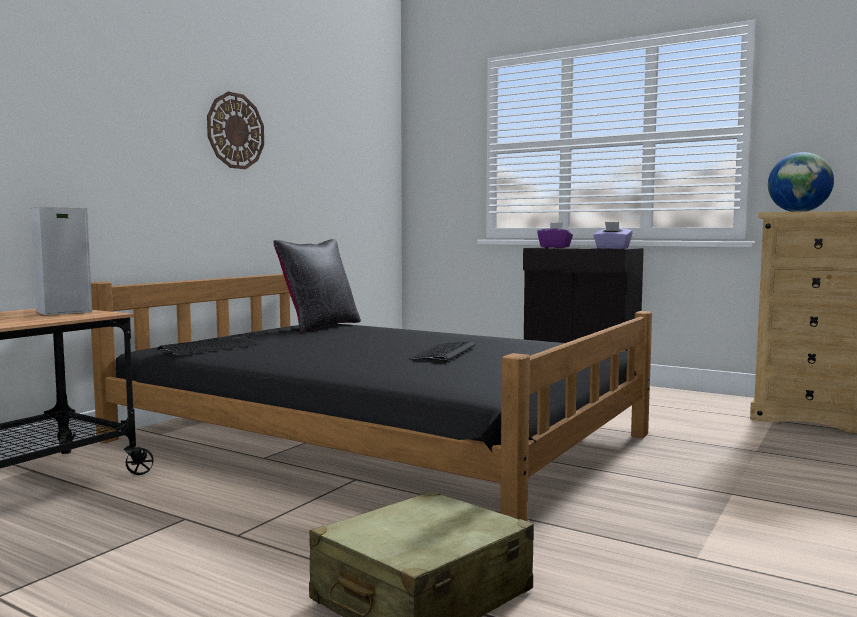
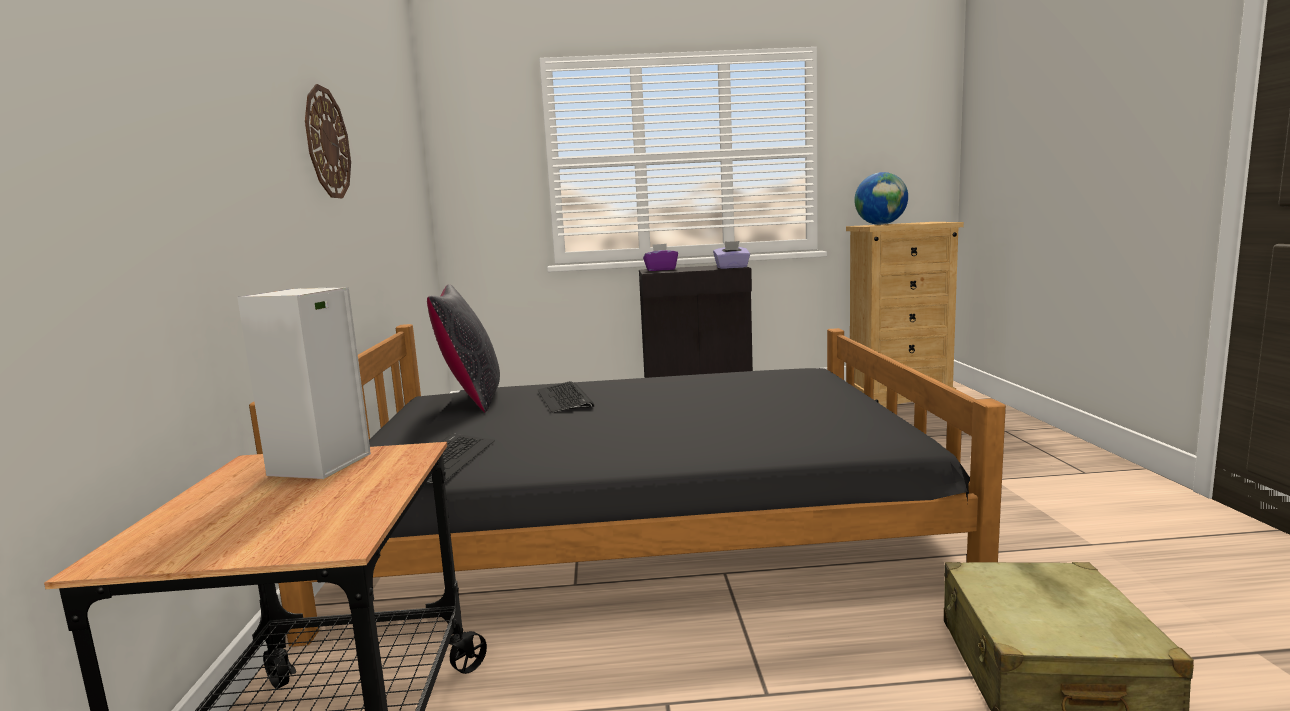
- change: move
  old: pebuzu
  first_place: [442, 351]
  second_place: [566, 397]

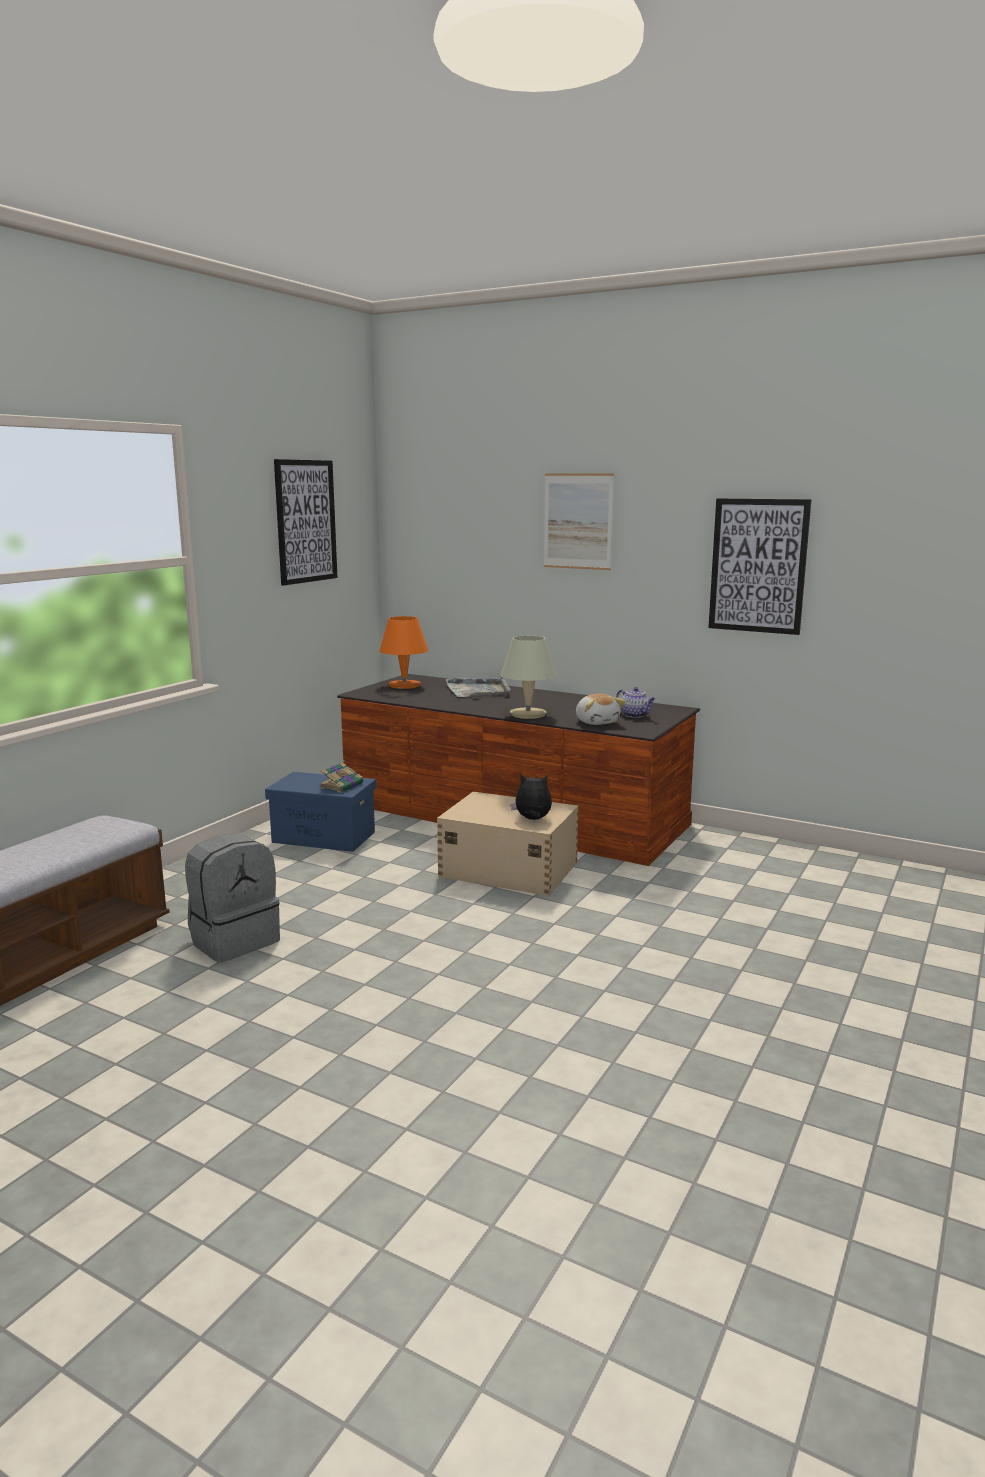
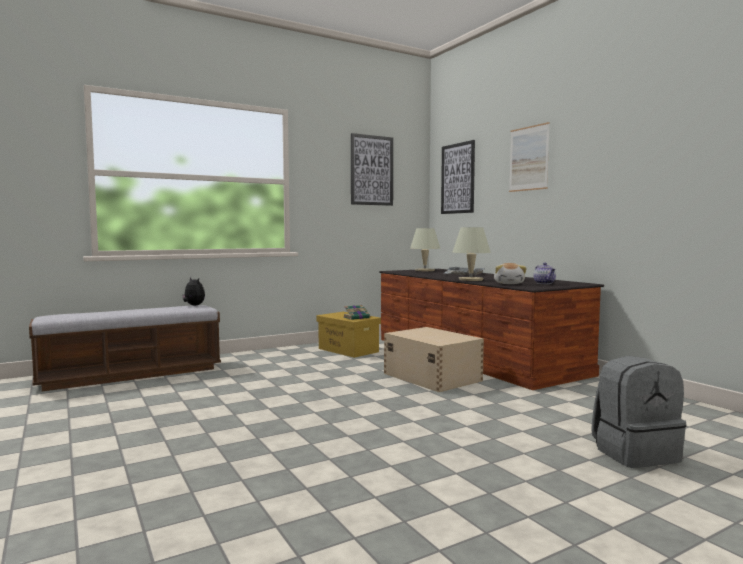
- change: move
  old: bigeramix
  first_place: [760, 566]
  second_place: [458, 177]
- change: recolor
  old: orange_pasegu
  new: beige_pasegu
  first_place: [403, 652]
  second_place: [425, 249]
- change: recolor
  old: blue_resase
  new: yellow_resase
  first_place: [320, 812]
  second_place: [349, 335]
- change: move
  old: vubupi
  first_place: [531, 797]
  second_place: [193, 291]
- change: move
  old: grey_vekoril
  first_place: [232, 897]
  second_place: [638, 412]

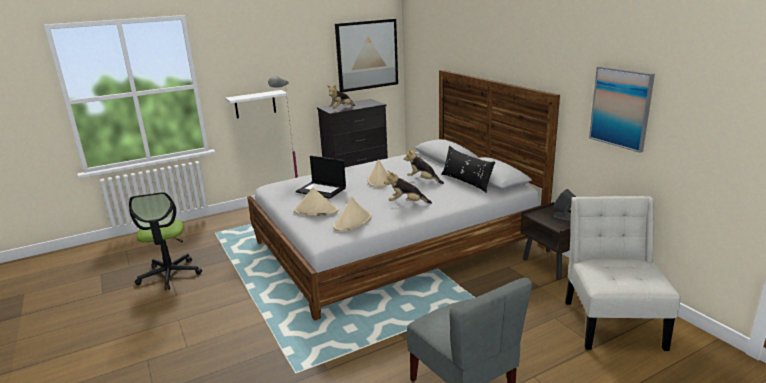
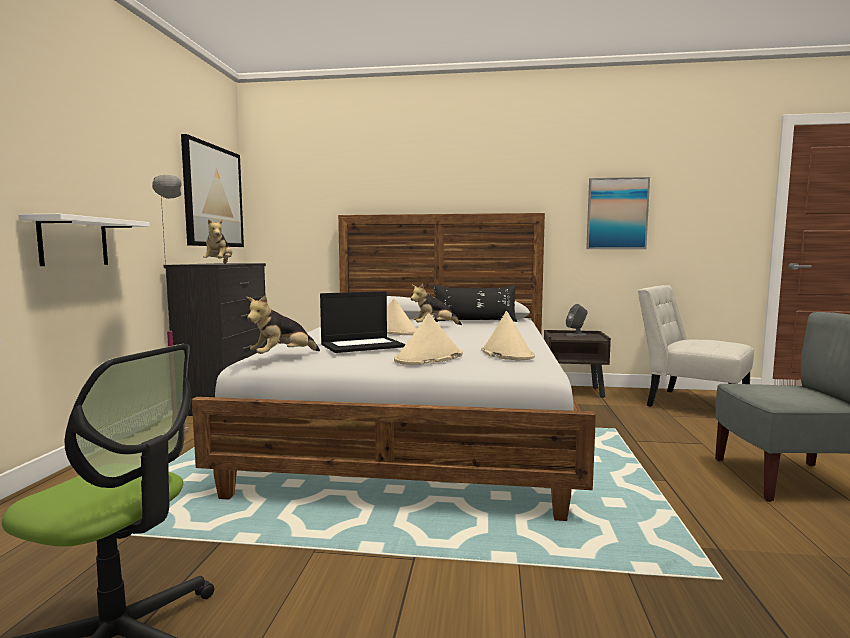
- change: move
  old: vubupi
  first_place: [408, 187]
  second_place: [283, 324]

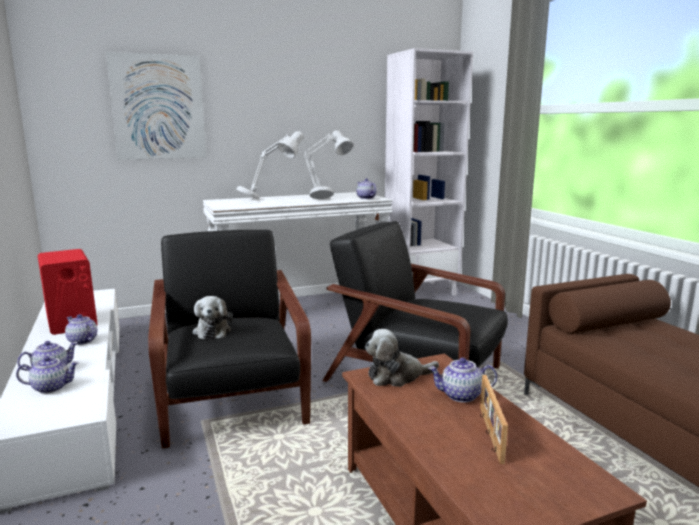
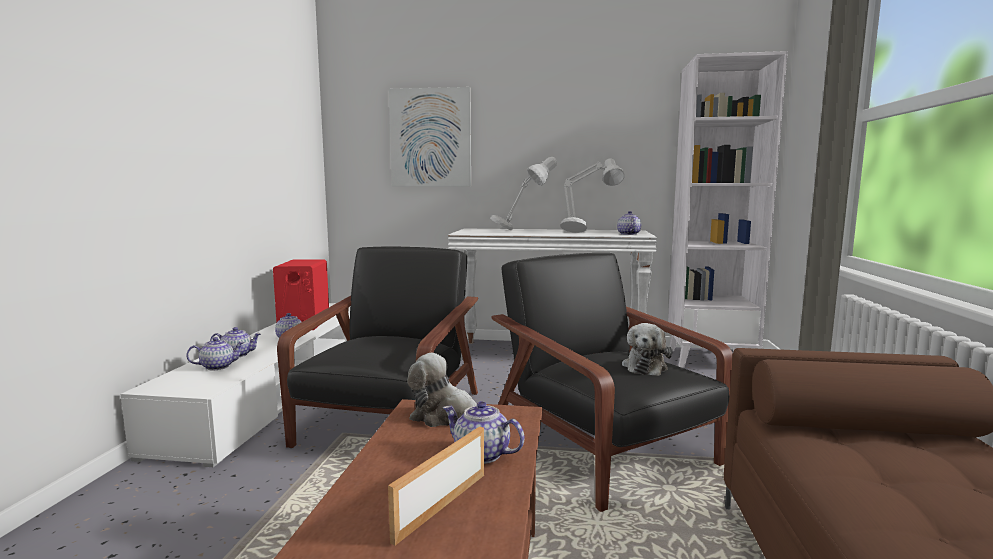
- change: move
  old: vubupi
  first_place: [213, 318]
  second_place: [647, 349]
- change: rotate
  old: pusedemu
  first_place: [47, 375]
  second_place: [215, 353]
  degrees: -45

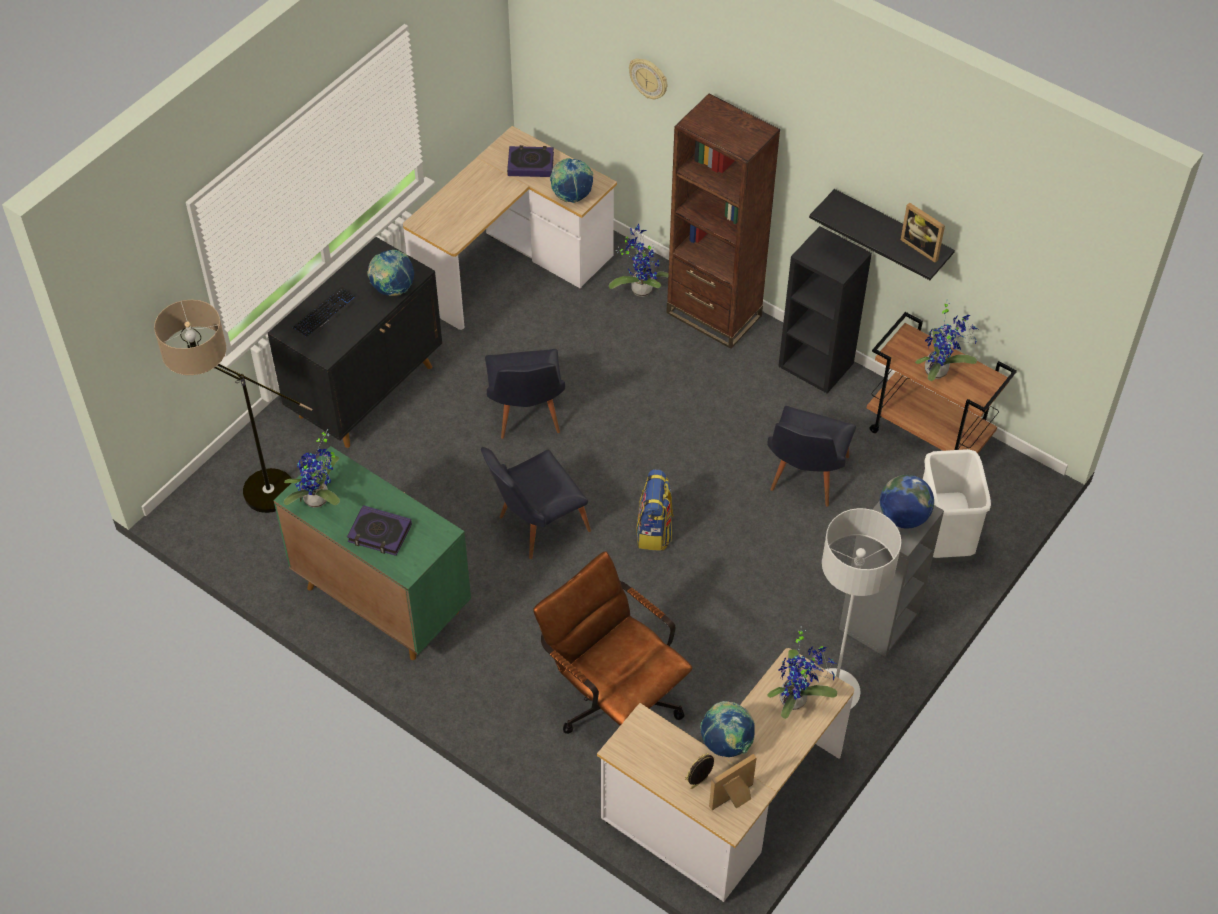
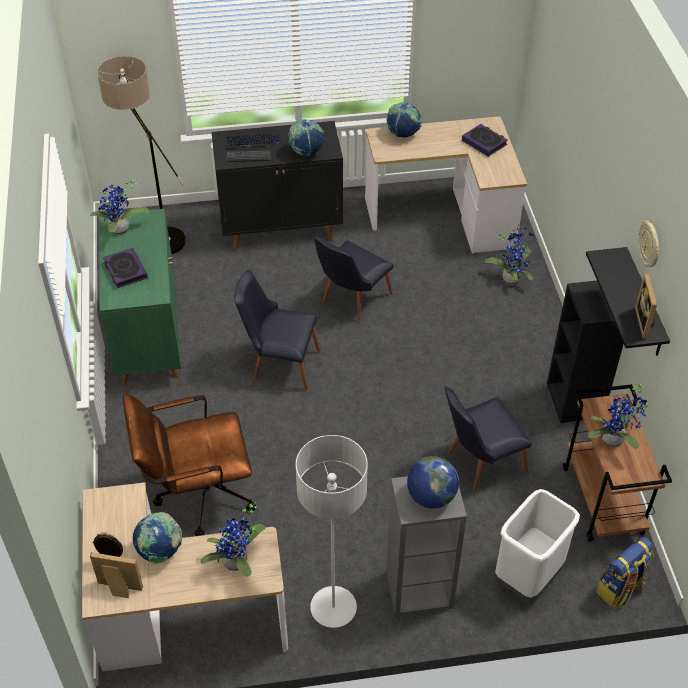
- change: move
  old: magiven
  first_place: [648, 78]
  second_place: [648, 244]
- change: delete
  old: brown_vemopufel
  first_place: [723, 221]
- change: move
  old: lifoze
  first_place: [571, 180]
  second_place: [404, 119]
- change: move
  old: vekoril
  first_place: [655, 510]
  second_place: [625, 572]
- change: rotate
  old: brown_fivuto
  first_place: [612, 642]
  second_place: [189, 464]
  degrees: -105
- change: insert
  new: pebuzu
  second_place: [249, 156]

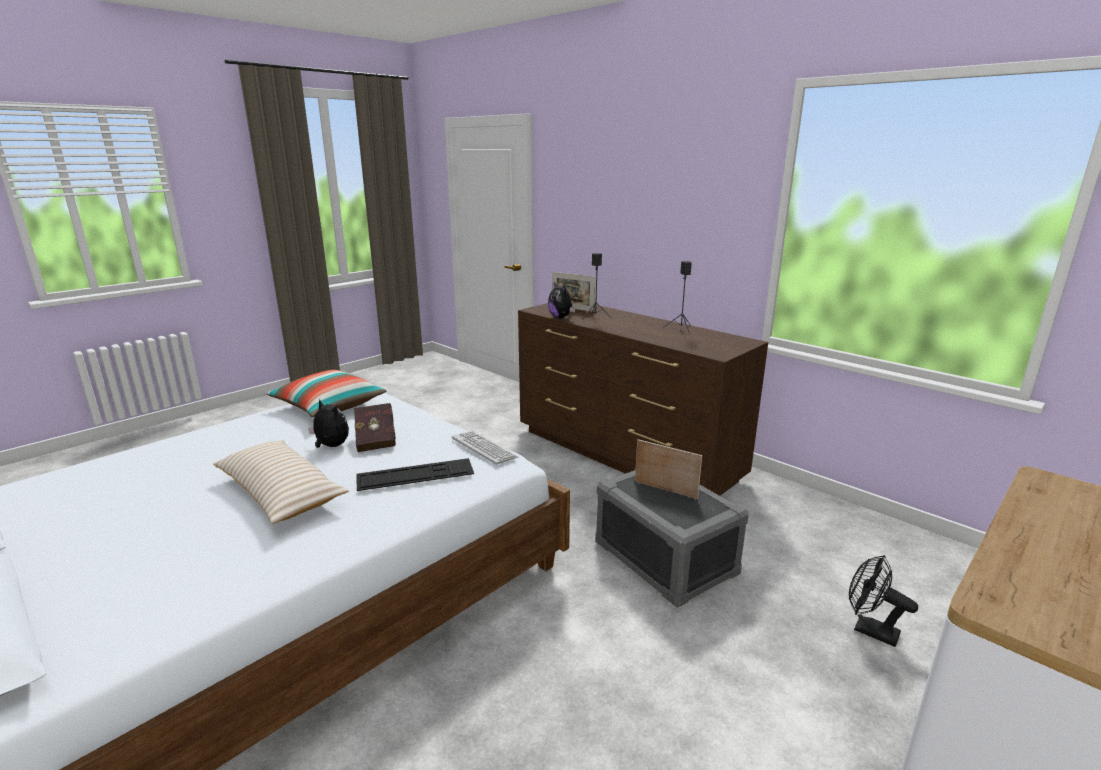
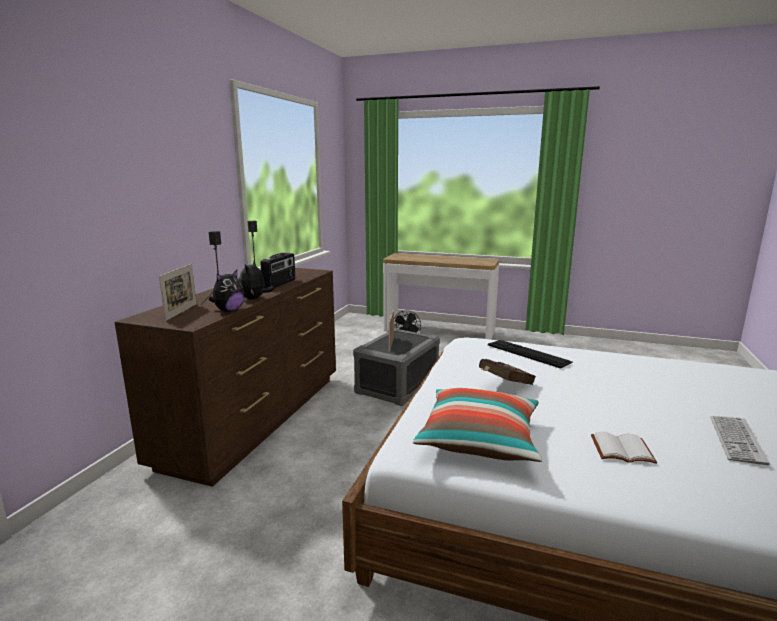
- change: move
  old: vubupi
  first_place: [328, 423]
  second_place: [256, 280]
- change: move
  old: pebuzu
  first_place: [485, 447]
  second_place: [740, 440]
- change: delete
  old: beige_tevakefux
  first_place: [281, 482]
- change: insert
  new: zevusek
  second_place: [277, 270]
- change: insert
  new: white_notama
  second_place: [624, 448]

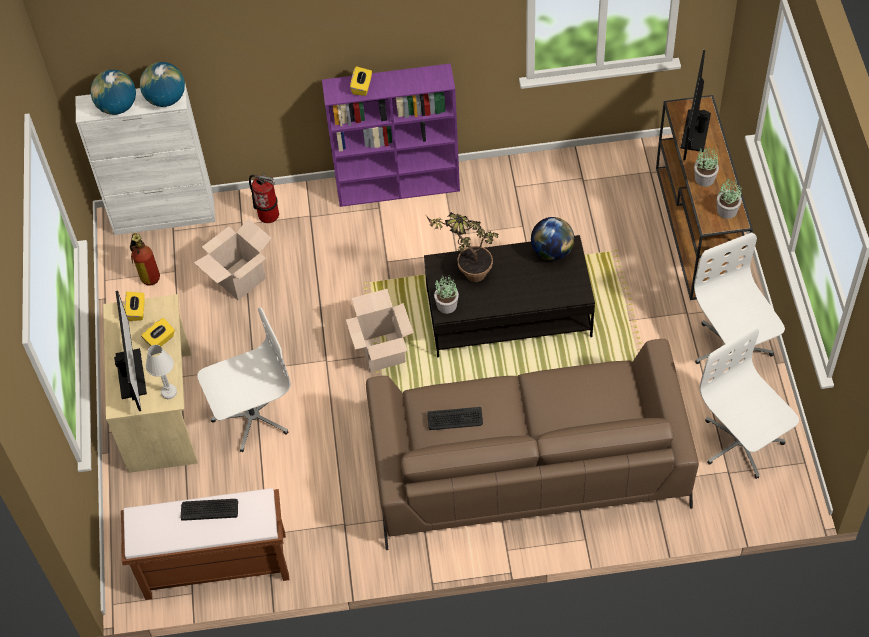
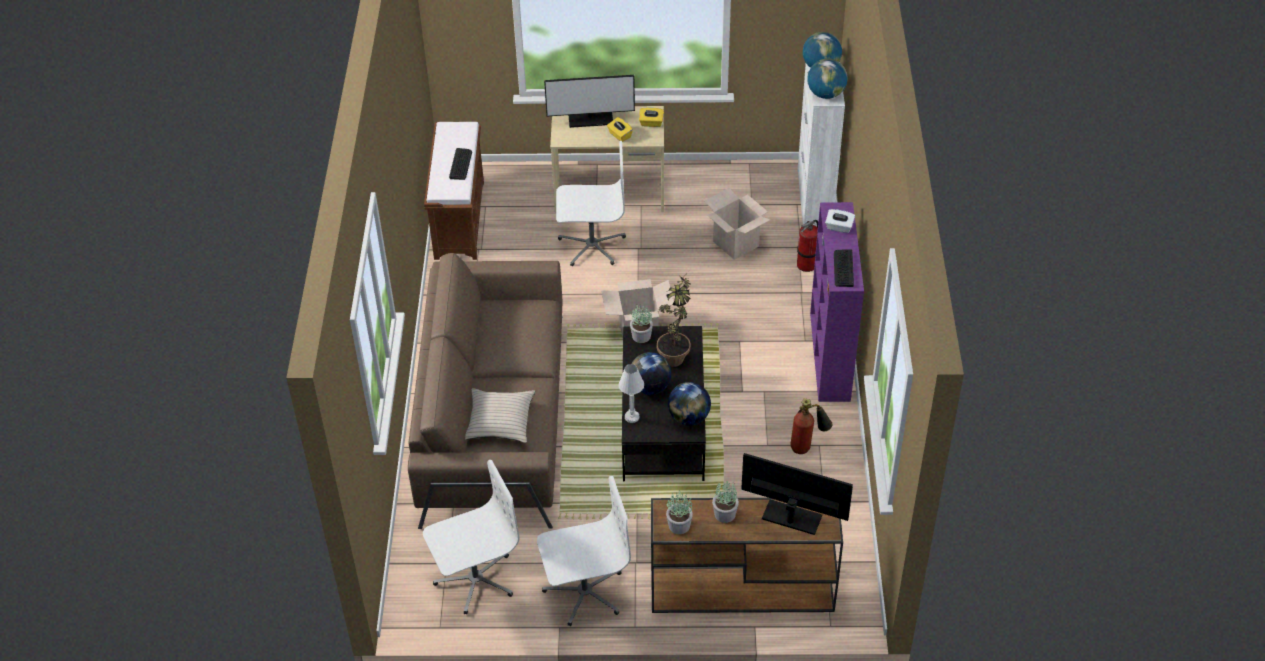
- change: recolor
  old: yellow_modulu
  new: white_modulu
  first_place: [361, 81]
  second_place: [840, 221]
- change: move
  old: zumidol
  first_place: [145, 259]
  second_place: [811, 426]
- change: rotate
  old: white_fivuto
  first_place: [244, 379]
  second_place: [591, 203]
  degrees: -75
- change: move
  old: white_pasegu
  first_place: [161, 372]
  second_place: [631, 393]
- change: move
  old: pebuzu
  first_place: [455, 418]
  second_place: [844, 268]
- change: insert
  new: lifoze
  second_place: [651, 373]
- change: insert
  new: beige_tevakefux
  second_place: [500, 415]

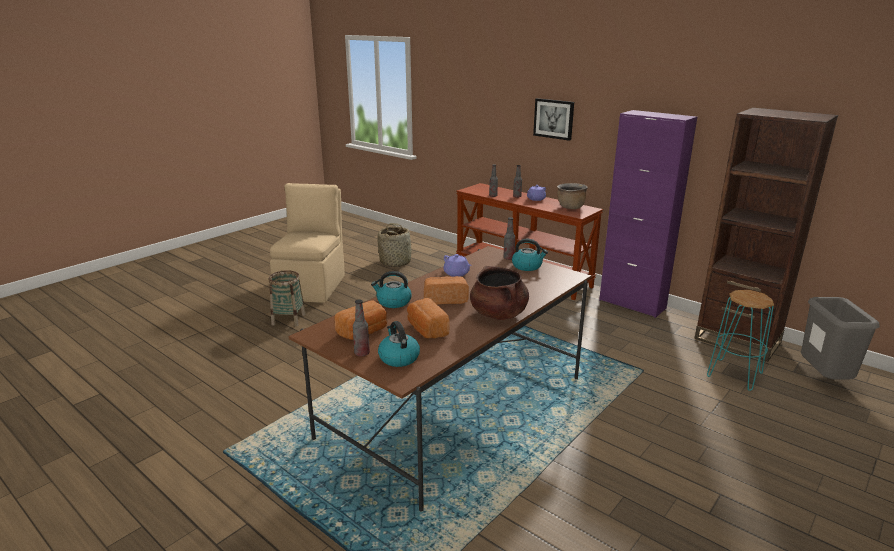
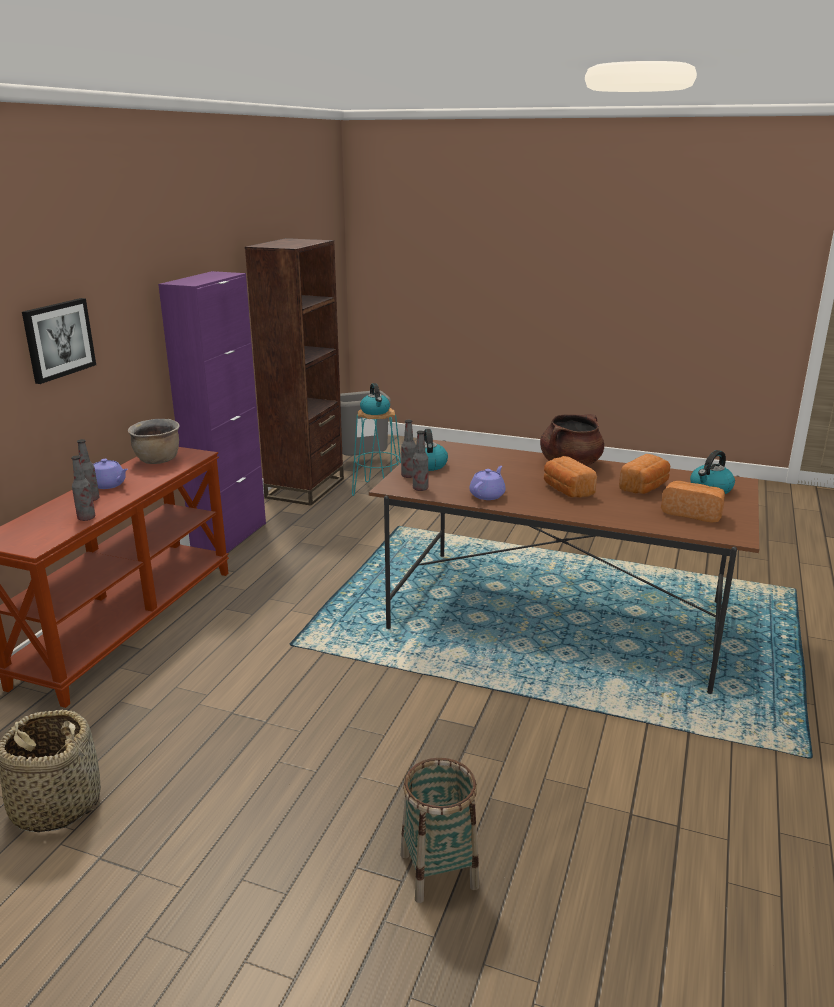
- change: delete
  old: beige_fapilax
  first_place: [307, 243]
- change: move
  old: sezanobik
  first_place: [391, 289]
  second_place: [375, 399]
- change: move
  old: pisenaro
  first_place: [361, 328]
  second_place: [420, 461]

